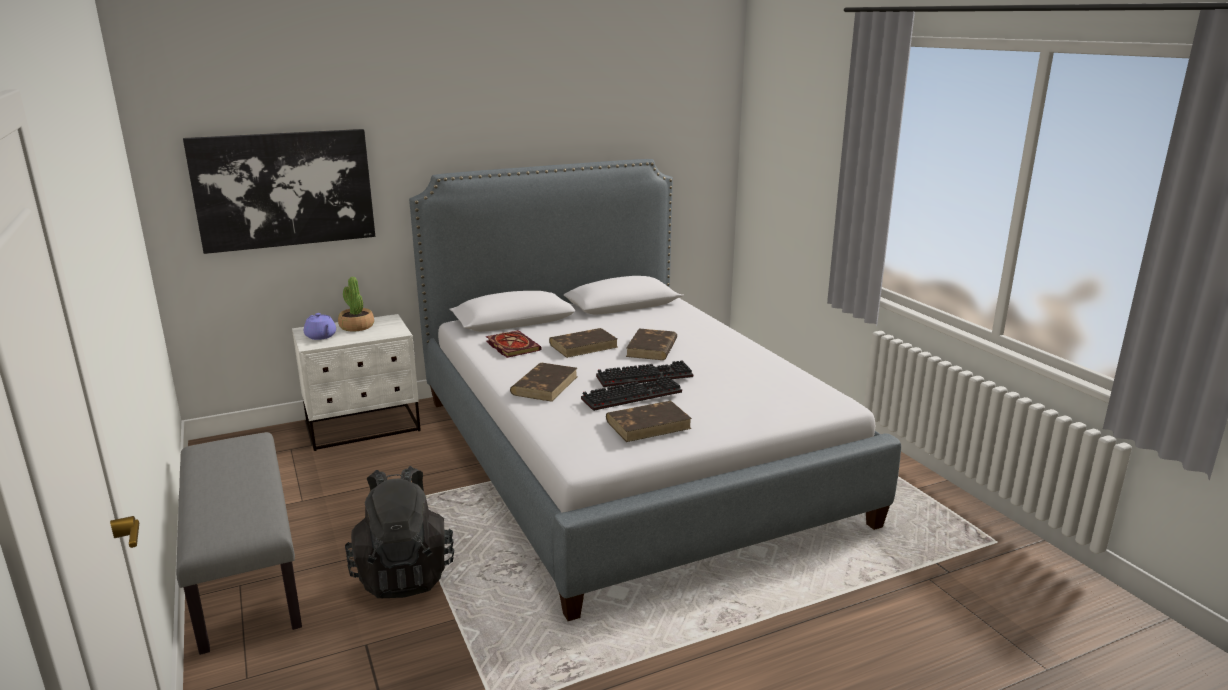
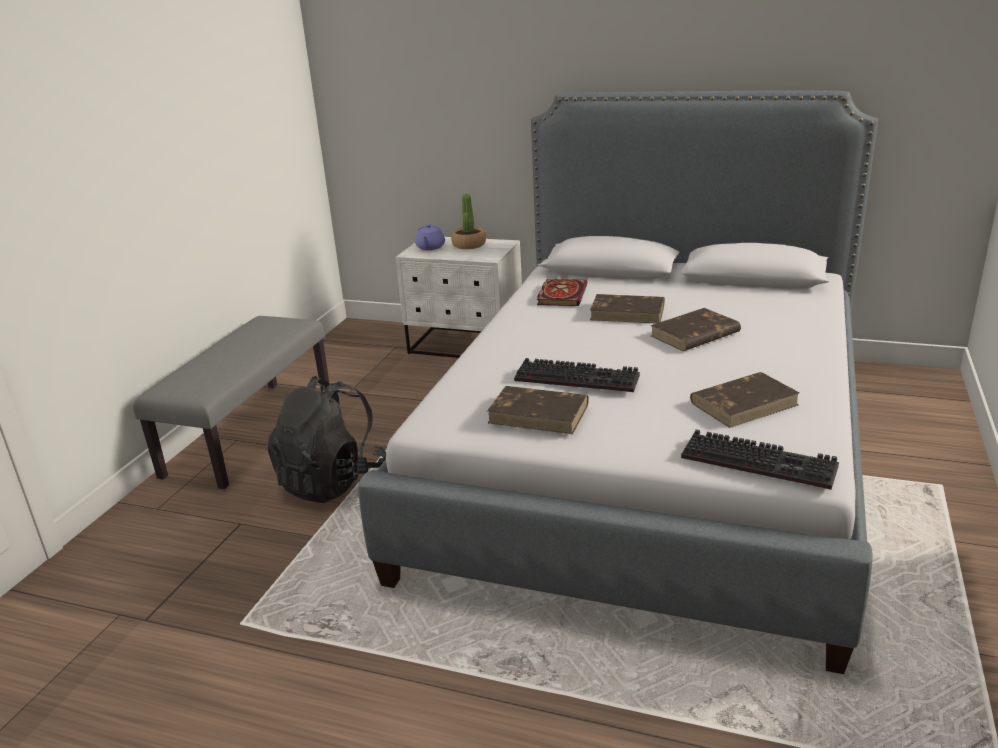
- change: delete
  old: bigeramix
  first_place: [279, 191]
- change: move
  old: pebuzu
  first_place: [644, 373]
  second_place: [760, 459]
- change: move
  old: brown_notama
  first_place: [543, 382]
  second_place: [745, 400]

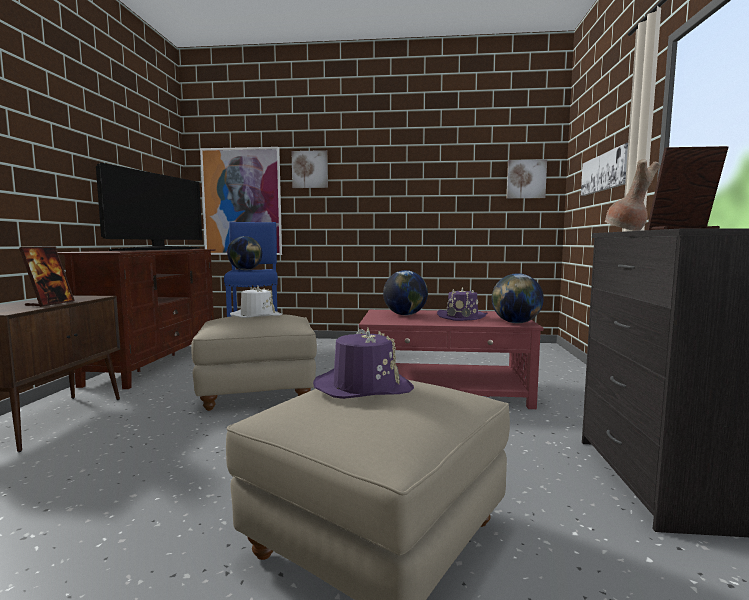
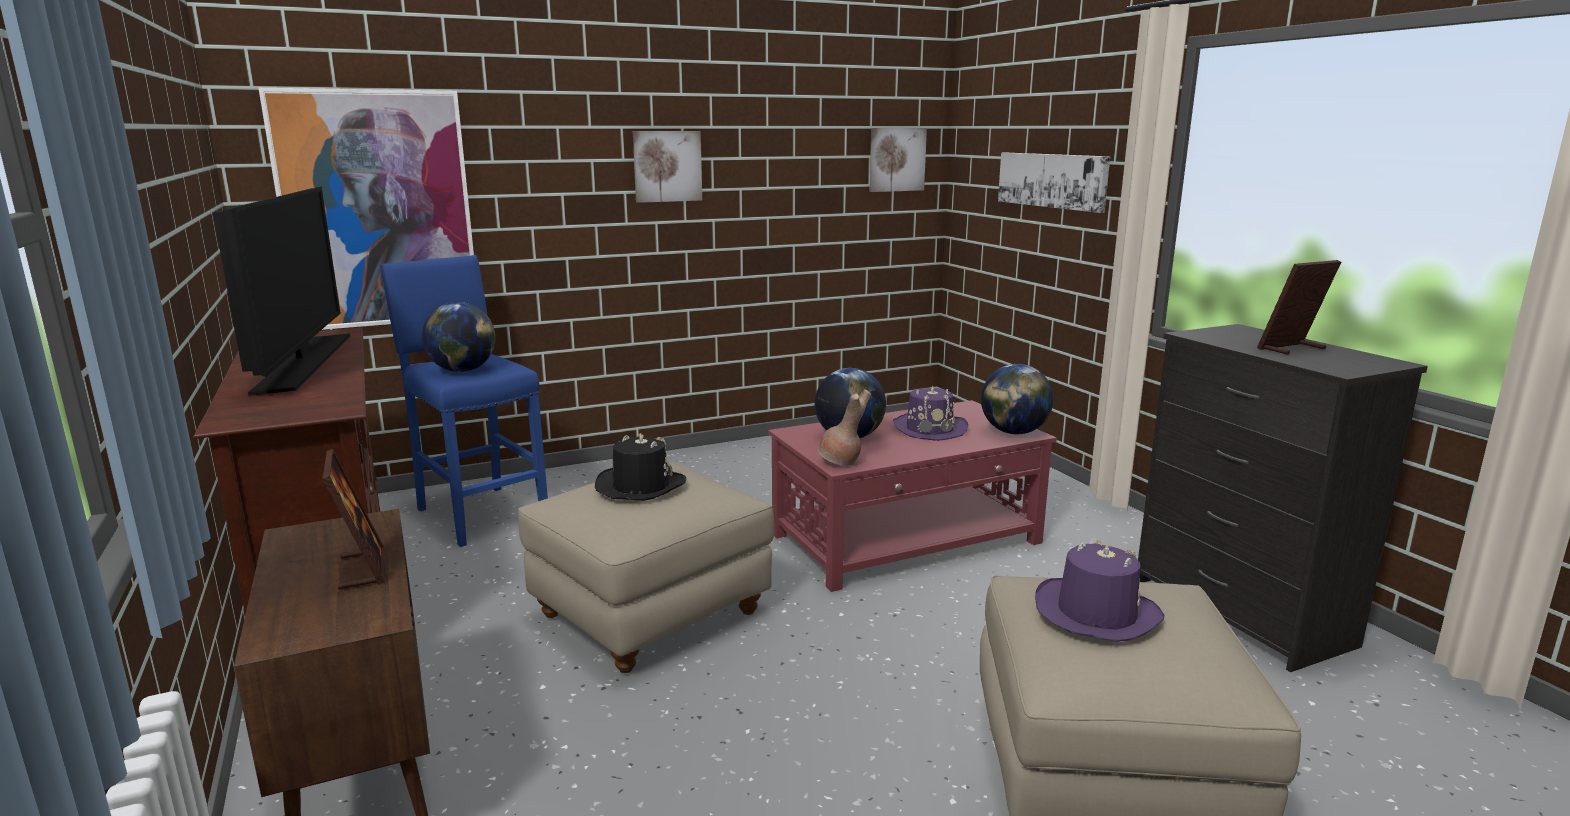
- change: move
  old: bigeramix
  first_place: [310, 169]
  second_place: [667, 167]
- change: move
  old: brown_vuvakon
  first_place: [632, 195]
  second_place: [845, 427]
- change: recolor
  old: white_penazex
  new: black_penazex
  first_place: [256, 302]
  second_place: [641, 467]

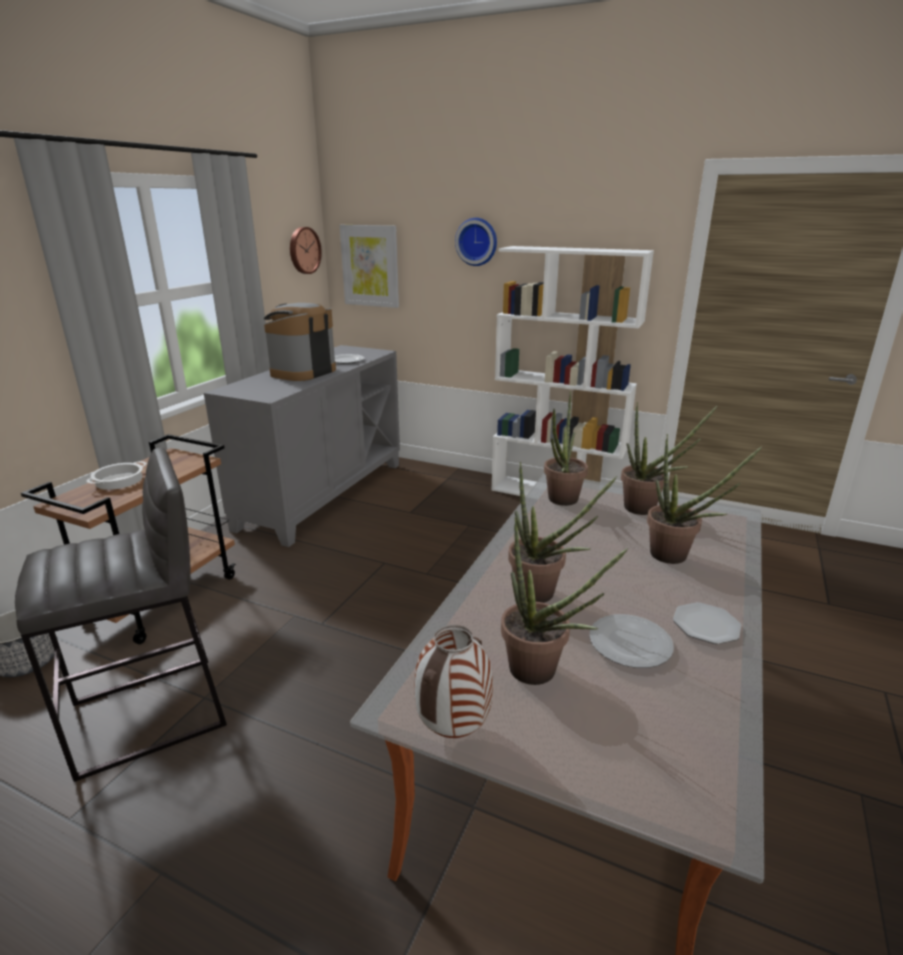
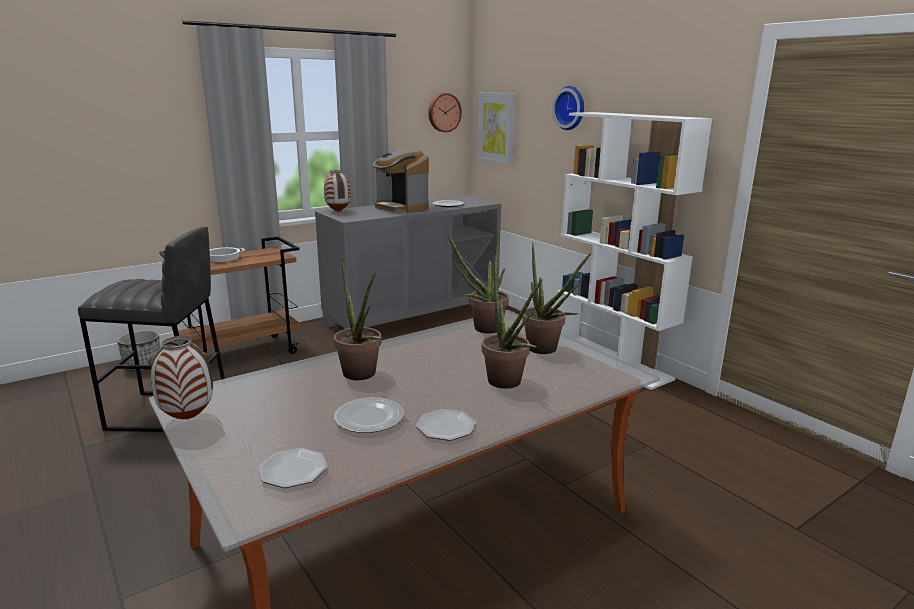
- change: rotate
  old: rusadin
  first_place: [300, 342]
  second_place: [401, 181]
  degrees: -105
- change: delete
  old: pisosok
  first_place: [564, 601]
- change: insert
  new: vuvakon
  second_place: [337, 191]
- change: insert
  new: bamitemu
  second_place: [293, 468]

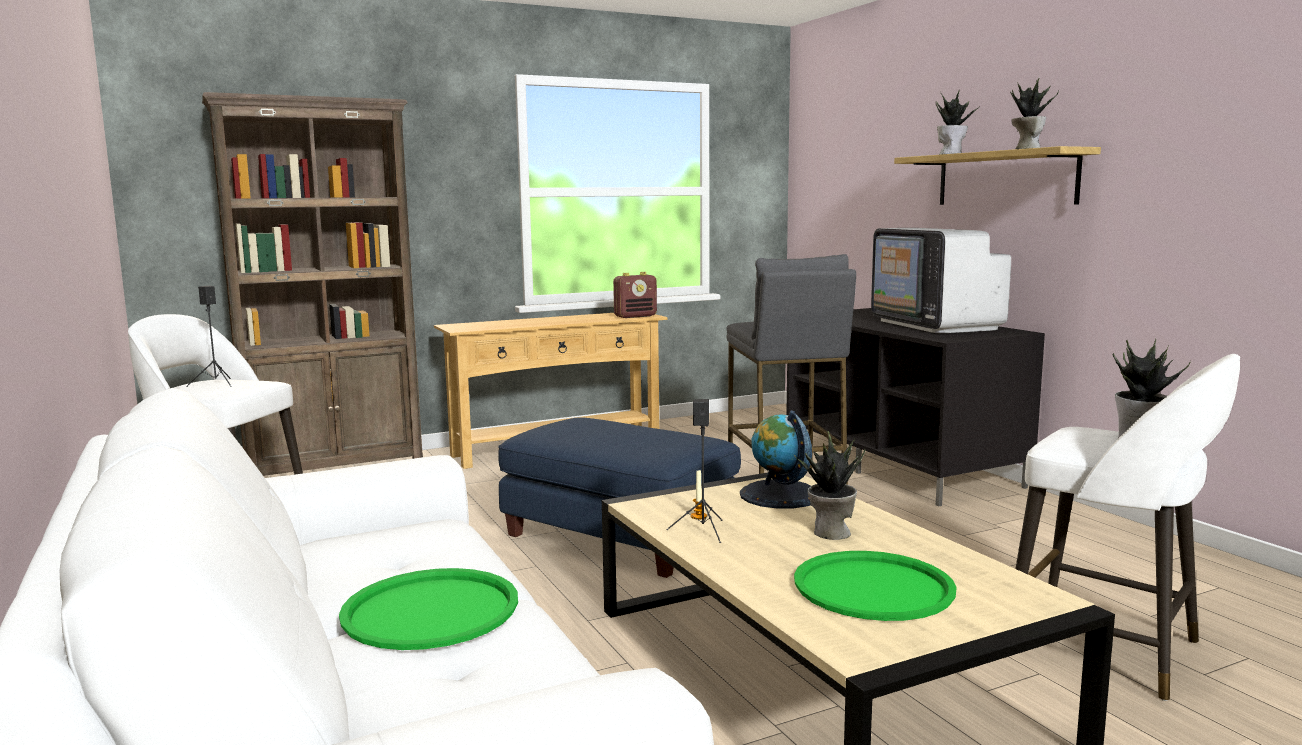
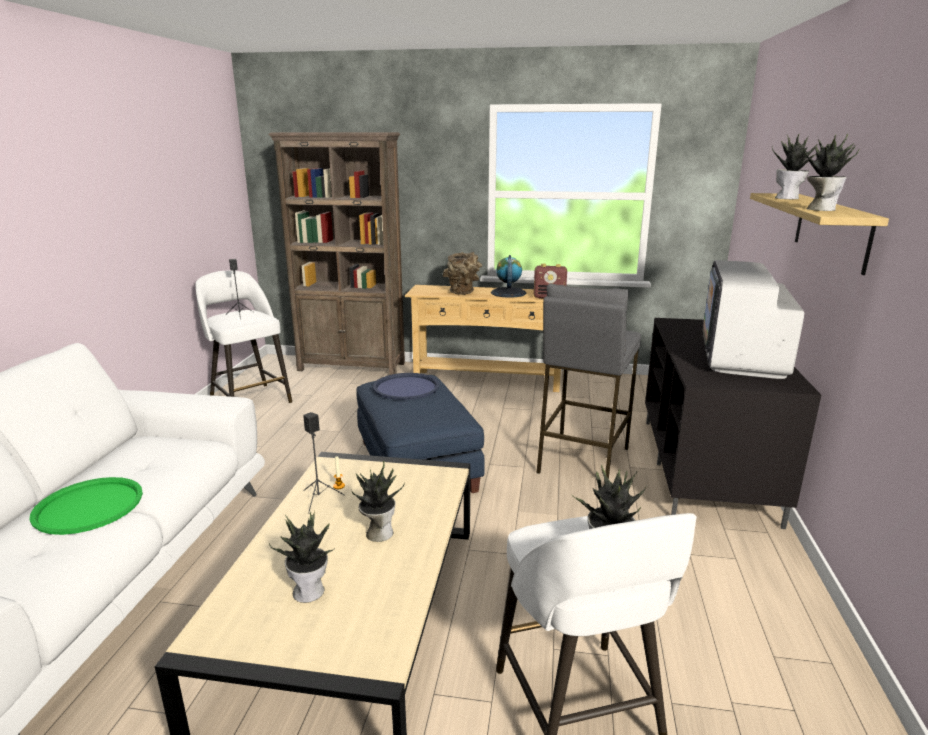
- change: move
  old: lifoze
  first_place: [776, 459]
  second_place: [508, 276]
- change: replace
  old: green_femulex
  new: pisosok
  first_place: [875, 586]
  second_place: [301, 556]
- change: insert
  new: brown_vuvakon
  second_place: [462, 273]
- change: insert
  new: blue_femulex
  second_place: [406, 386]

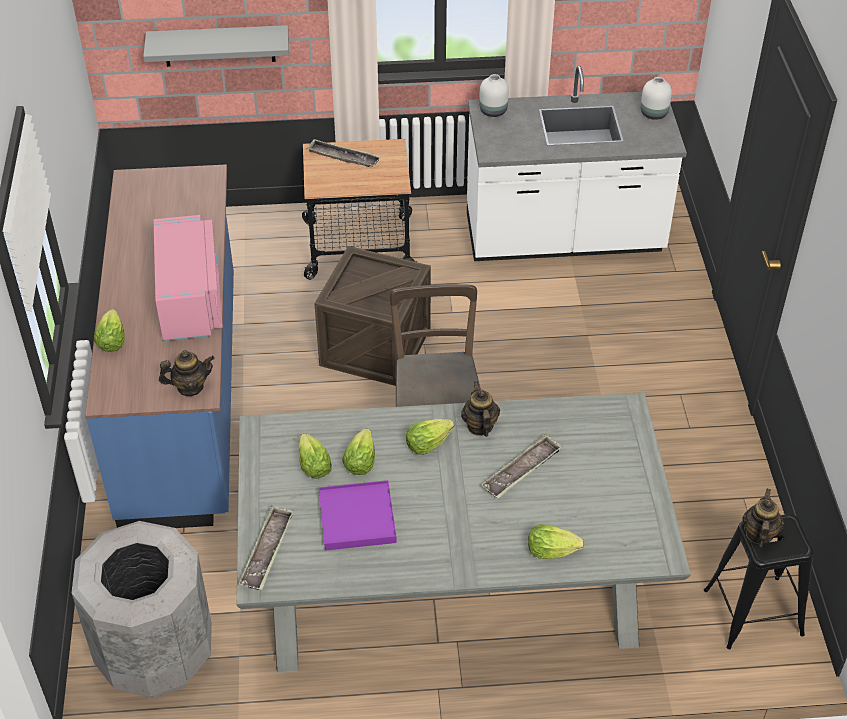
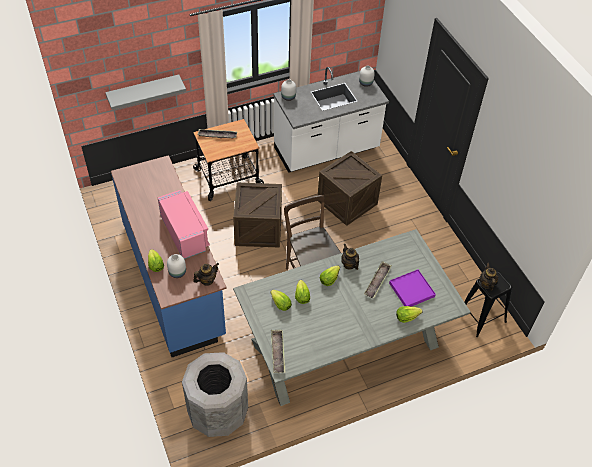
- change: move
  old: purple_femulex
  first_place: [358, 515]
  second_place: [412, 288]
- change: insert
  new: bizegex
  second_place: [350, 188]
- change: insert
  new: white_vuvakon
  second_place: [176, 266]

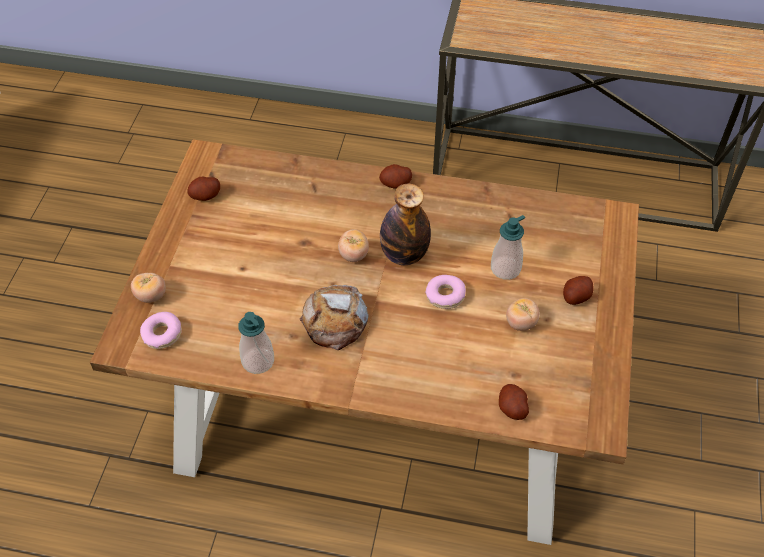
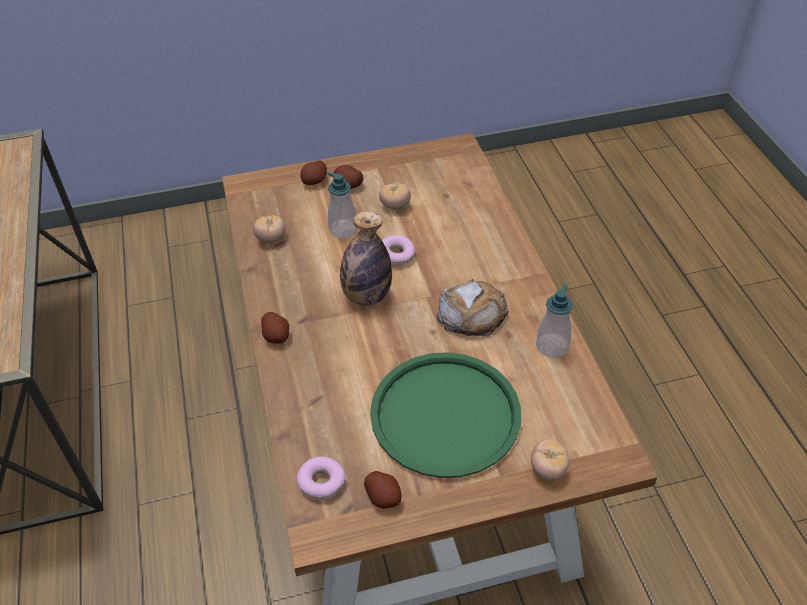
- change: move
  old: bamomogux
  first_place: [353, 245]
  second_place: [269, 229]
- change: move
  old: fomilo
  first_place: [161, 330]
  second_place: [321, 478]
- change: move
  old: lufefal
  first_place: [514, 402]
  second_place: [313, 172]
- change: insert
  new: green_femulex
  second_place: [445, 415]

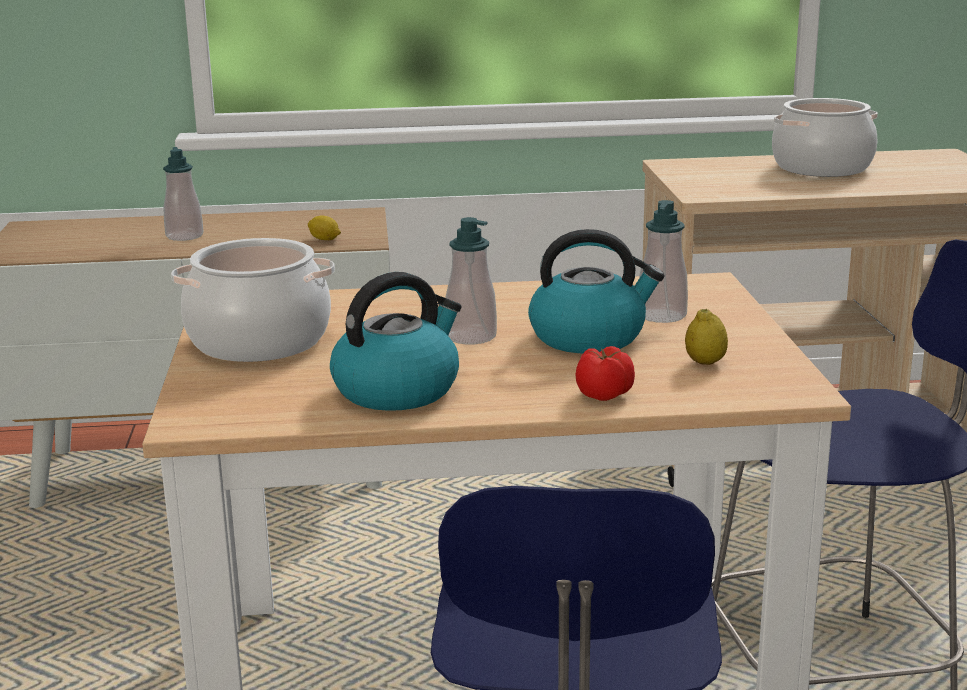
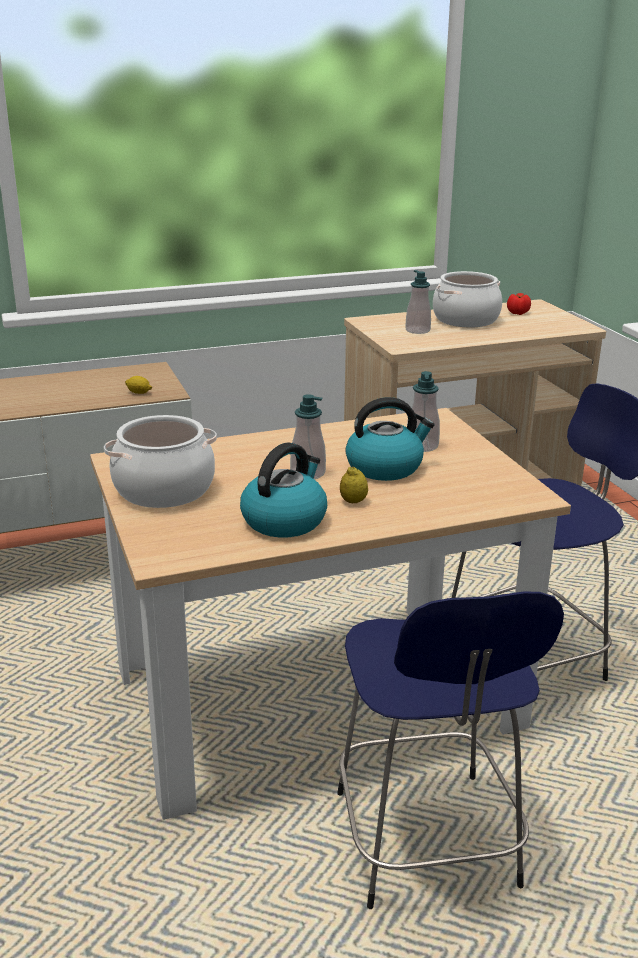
- change: move
  old: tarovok
  first_place: [183, 194]
  second_place: [418, 302]
- change: move
  old: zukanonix
  first_place: [706, 337]
  second_place: [354, 485]
- change: move
  old: bamomogux
  first_place: [605, 373]
  second_place: [519, 304]

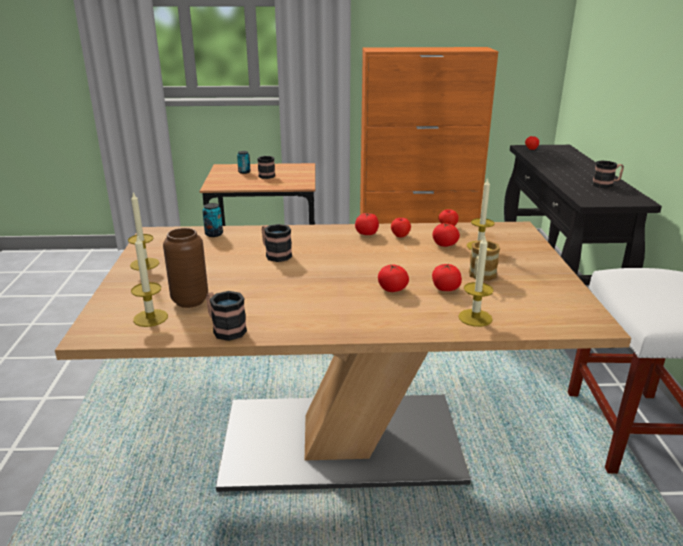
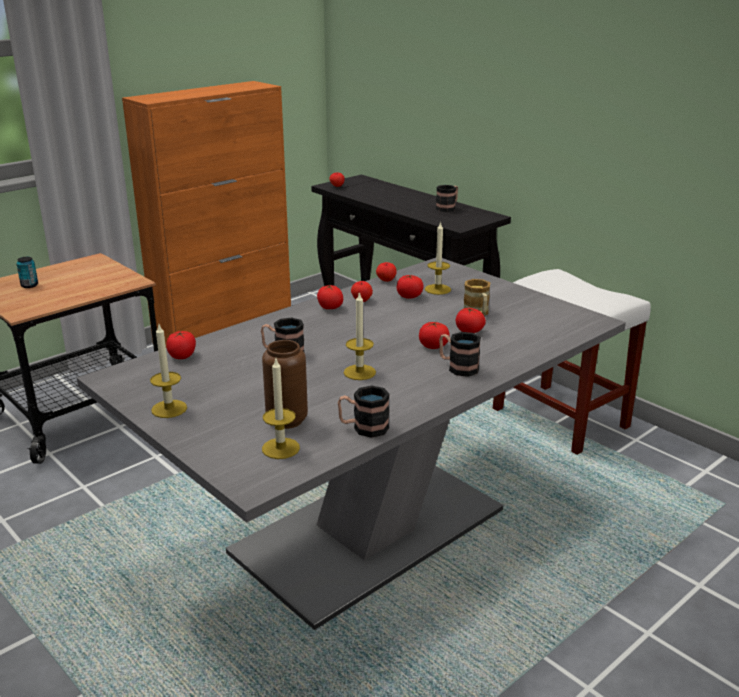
- change: move
  old: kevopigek
  first_place: [266, 167]
  second_place: [460, 354]
- change: replace
  old: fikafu
  new: bamomogux
  first_place: [212, 220]
  second_place: [181, 345]
- change: recolor
  old: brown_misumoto
  new: grey_misumoto
  first_place: [343, 357]
  second_place: [351, 444]
- change: move
  old: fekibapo
  first_place: [476, 281]
  second_place: [360, 335]

